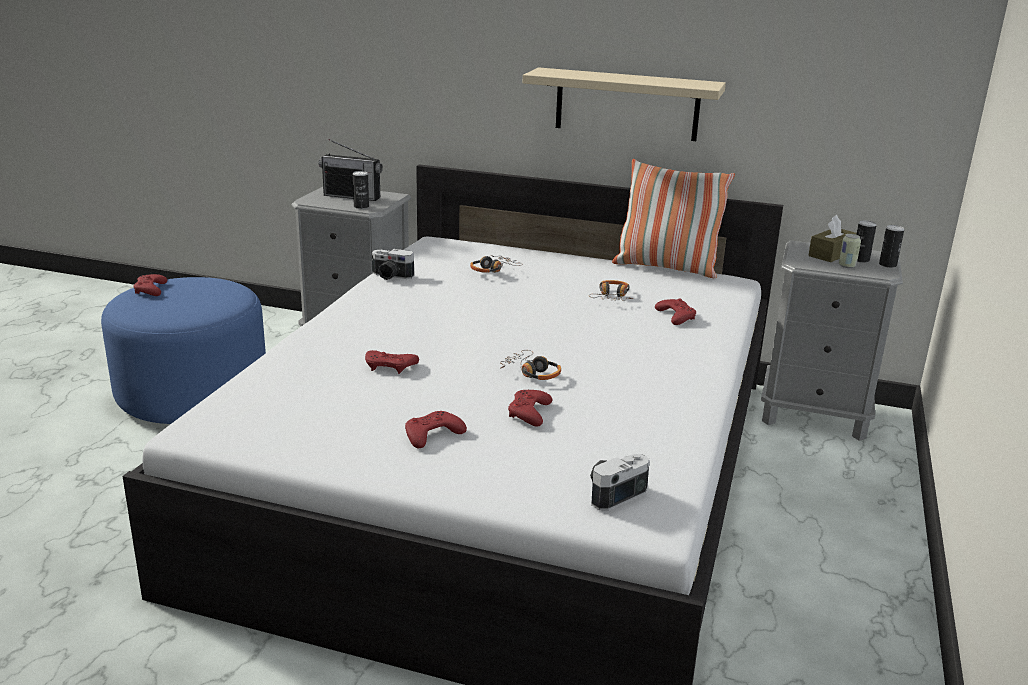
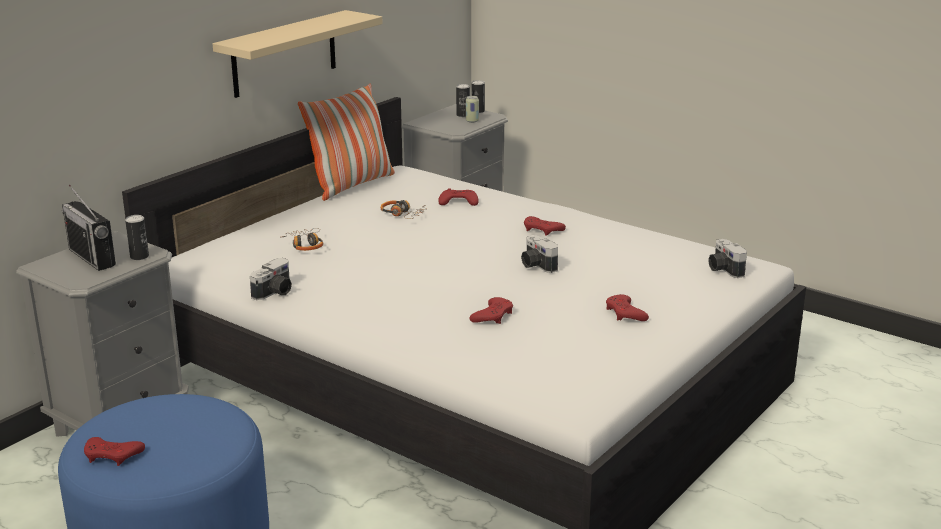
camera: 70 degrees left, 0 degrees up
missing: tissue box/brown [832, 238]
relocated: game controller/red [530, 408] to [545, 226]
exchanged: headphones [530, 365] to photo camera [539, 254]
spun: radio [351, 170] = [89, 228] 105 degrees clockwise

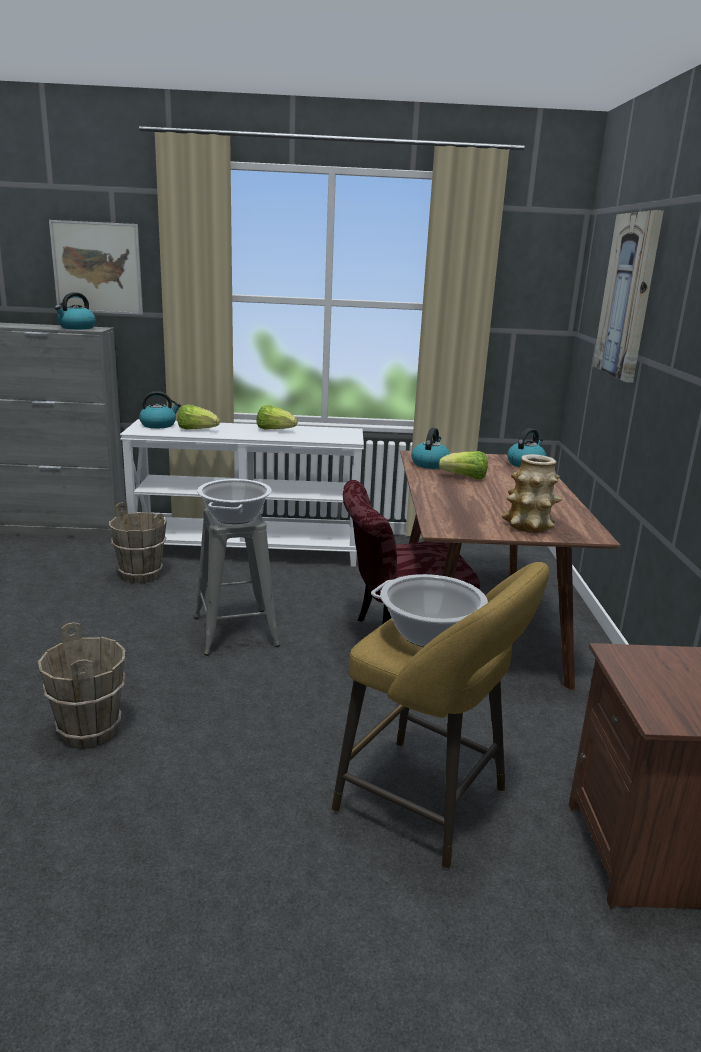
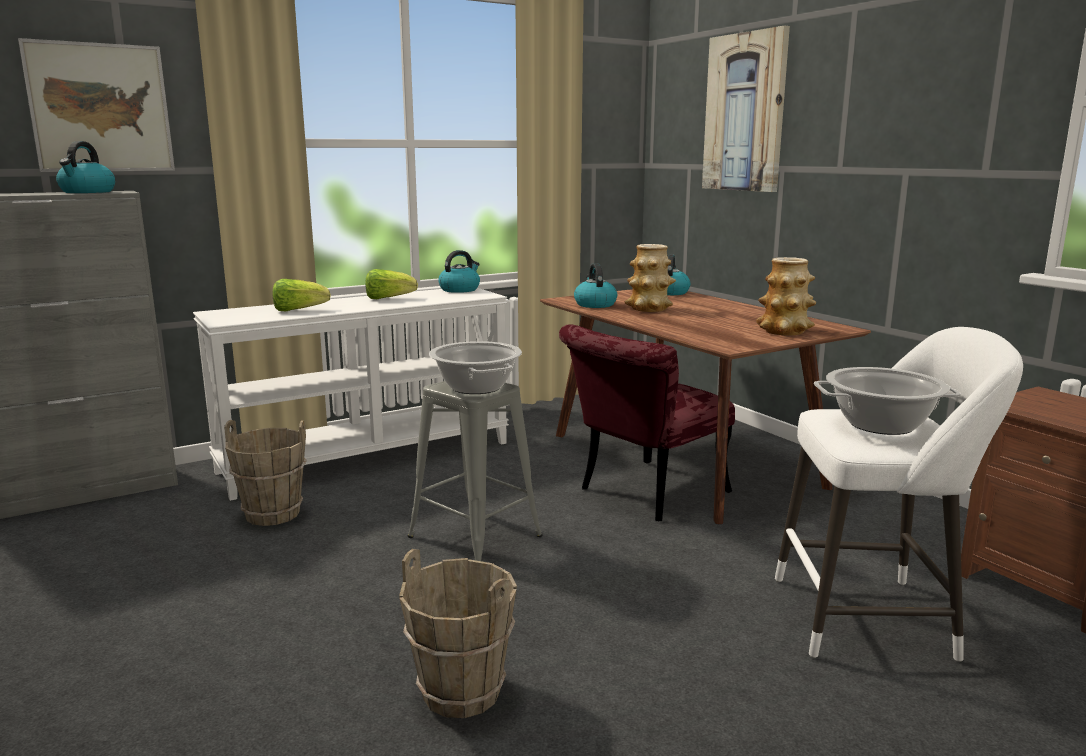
camera: 30 degrees left, 5 degrees down
relocated: kettle [160, 409] to [459, 271]
exchanged: lettuce [463, 465] to vase [650, 278]
colour: stool/yellow [440, 715] to stool/white [899, 494]

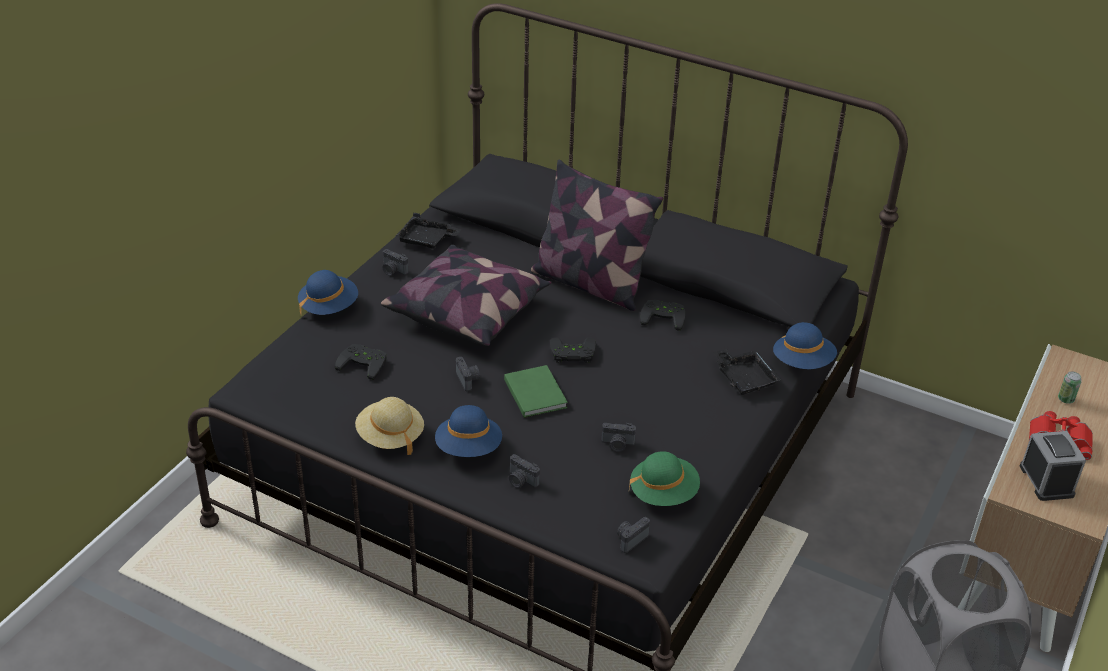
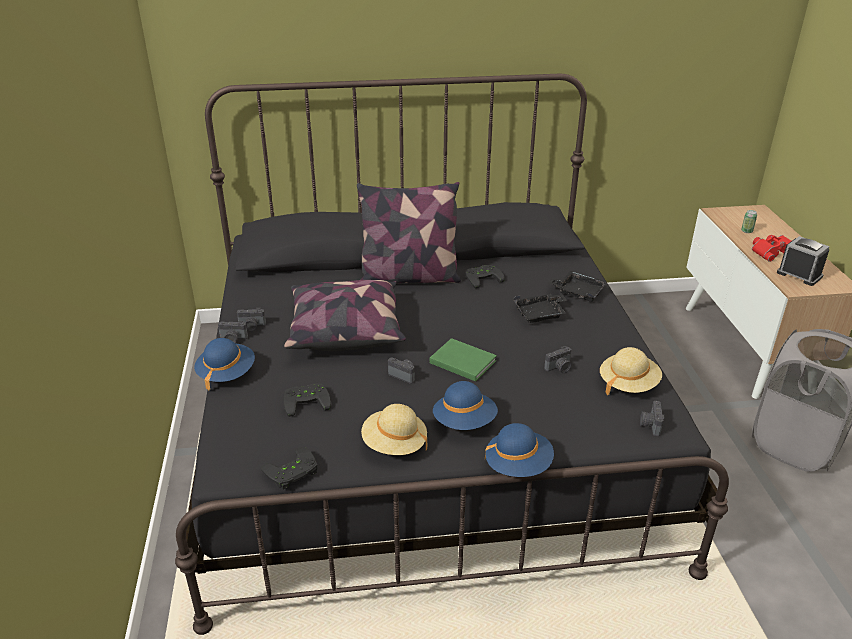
camera: 35 degrees left, 5 degrees down
relocated: tray/black [428, 231] to [540, 308]; photo camera [524, 471] to [233, 331]; game controller/black [573, 350] to [288, 468]; hat/blue [805, 345] to [519, 450]
colour: hat/green [664, 478] to hat/beige [631, 371]

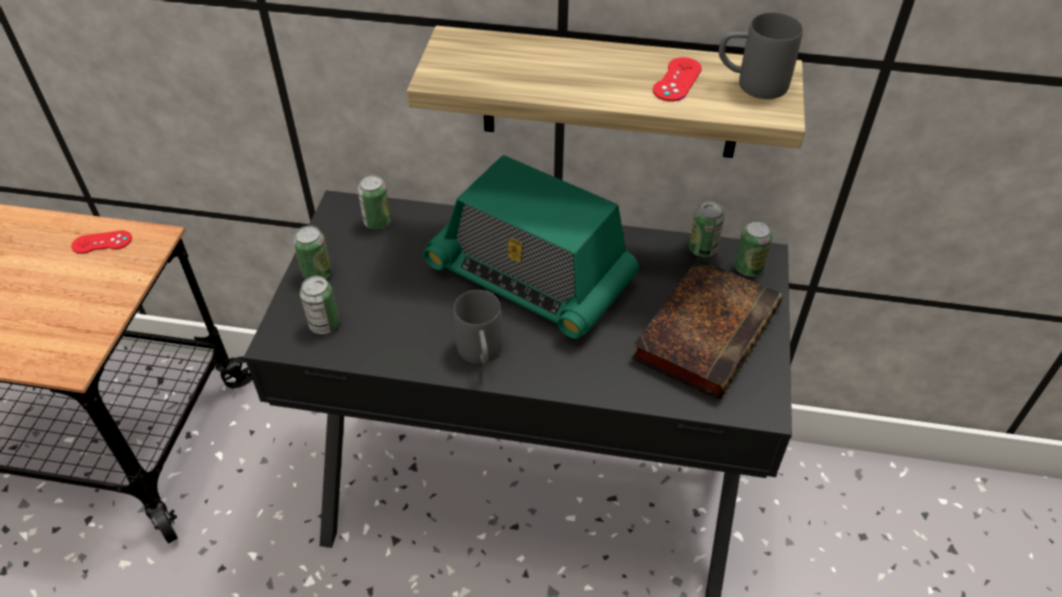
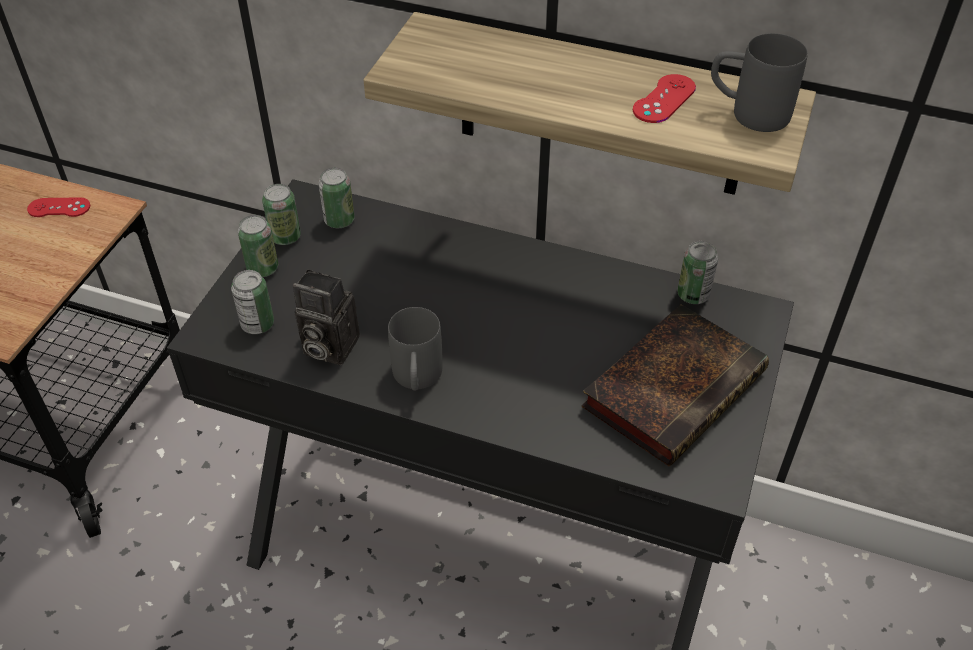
camera: 10 degrees right, 0 degrees up
missing: radio [531, 247]
appeared: photo camera [326, 317]
relocated: can [753, 248] to [281, 214]

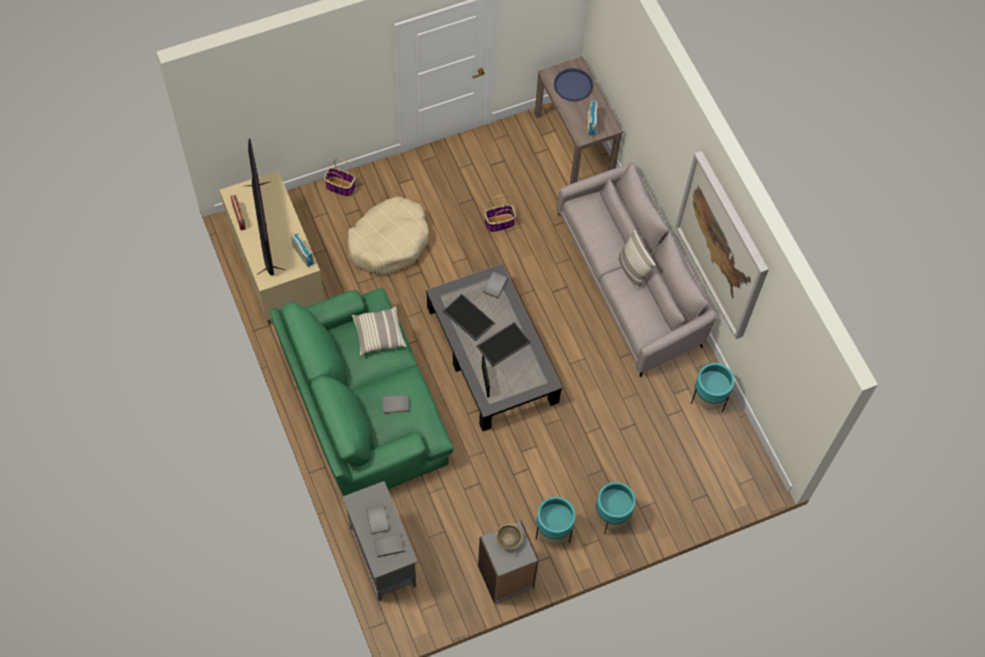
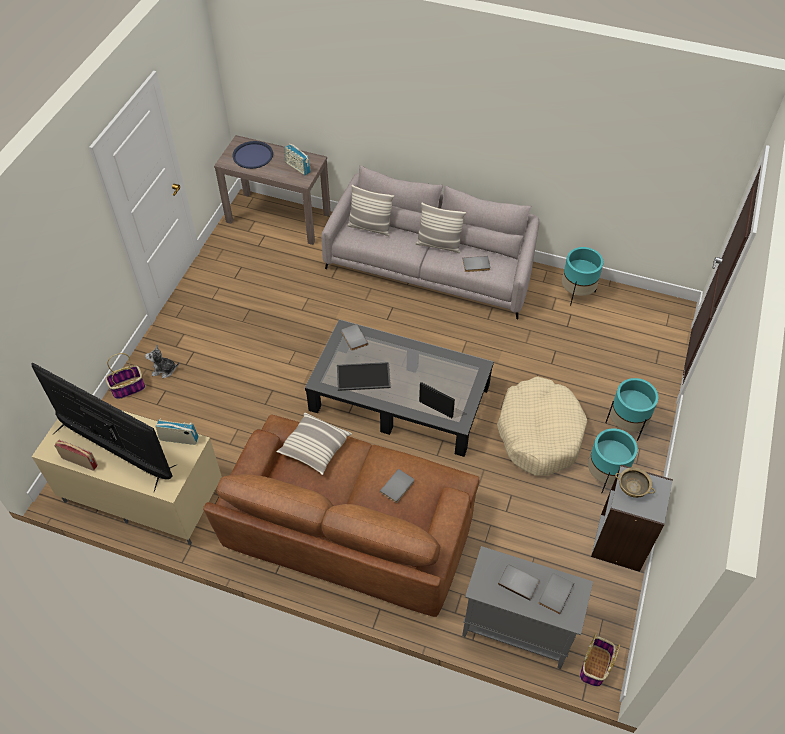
camera: 45 degrees left, 10 degrees down
missing: tray [503, 344]; picture [722, 245]
appeared: plush toy [162, 361]; pillow [370, 210]; book/grey [476, 264]
relocated: dog bed/beige [388, 235] to [542, 426]; basket [500, 213] to [600, 660]
colour: sofa/green [361, 392] to sofa/brown [341, 515]

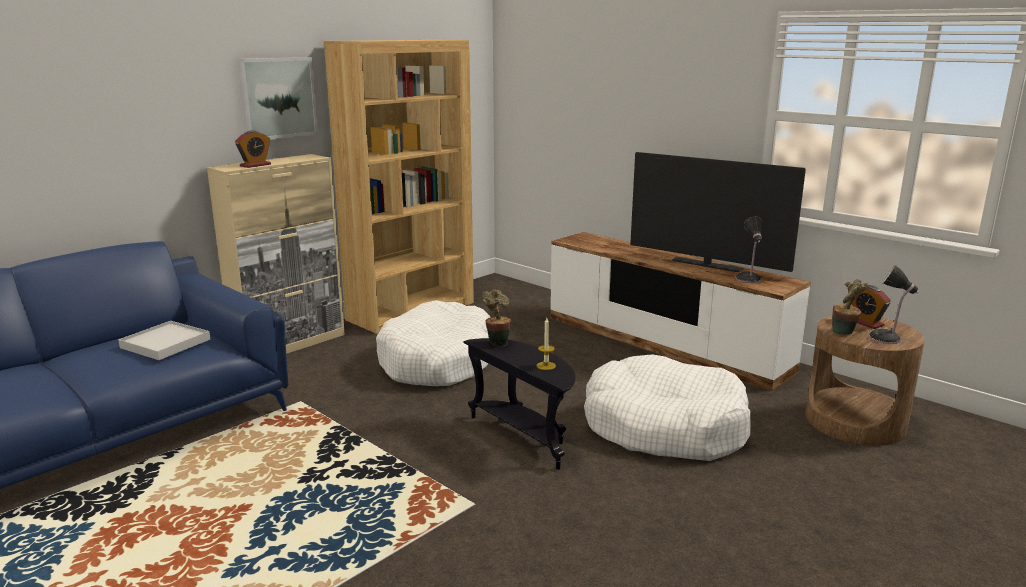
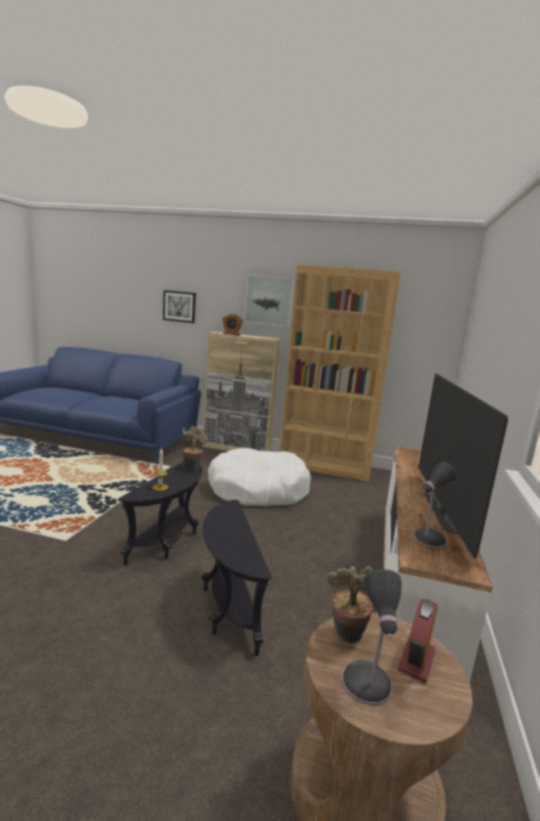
camera: 60 degrees right, 5 degrees down
missing: tray/white [164, 340]
appeared: picture [179, 306]
exchanged: dog bed/white [667, 407] to side table/black [236, 578]

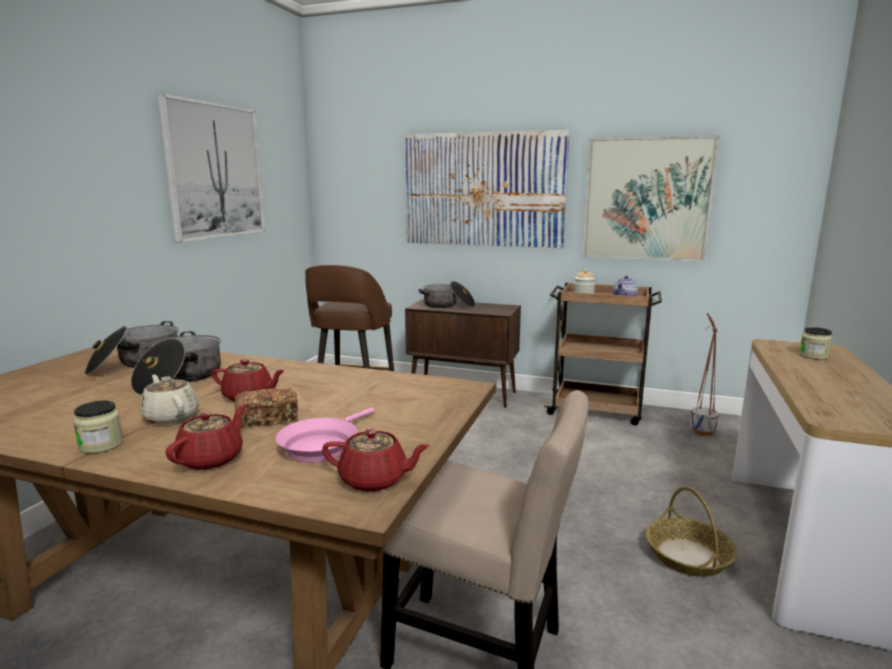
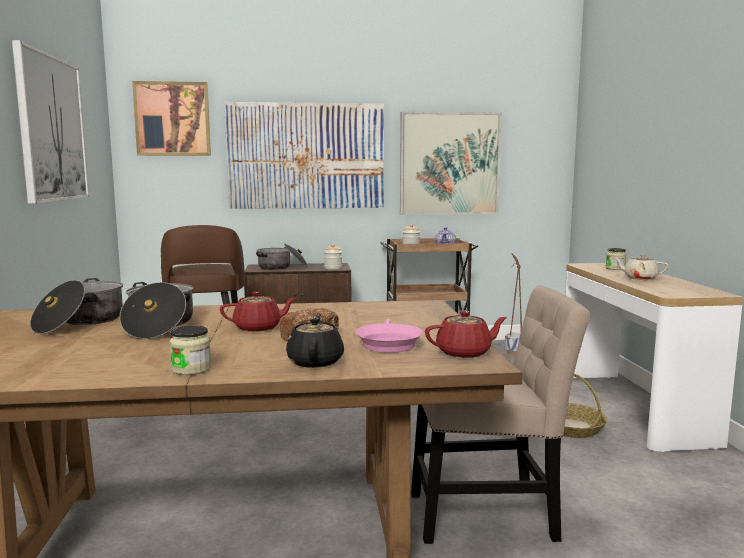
camera: 25 degrees left, 5 degrees down
appeared: picture [171, 118]; jar [333, 256]
relocated: teapot/beige [169, 400] to [641, 267]
colour: teapot/red [206, 437] to teapot/black [315, 342]

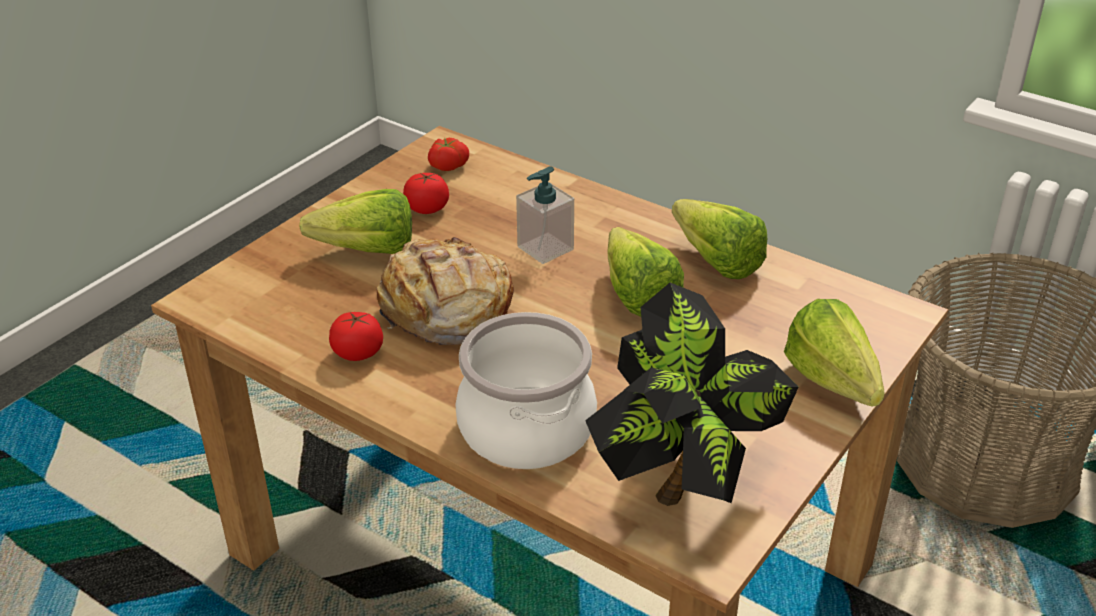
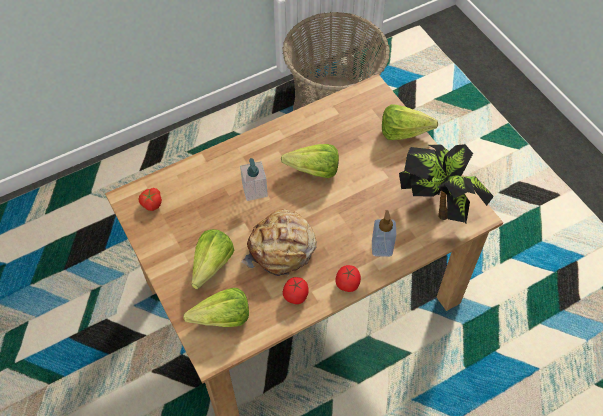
camera: 65 degrees left, 20 degrees up
relocated: tomato [426, 193] to [348, 278]; lettuce [719, 239] to [216, 307]
exchanged: cooking pot [526, 390] to soap dispenser [384, 233]

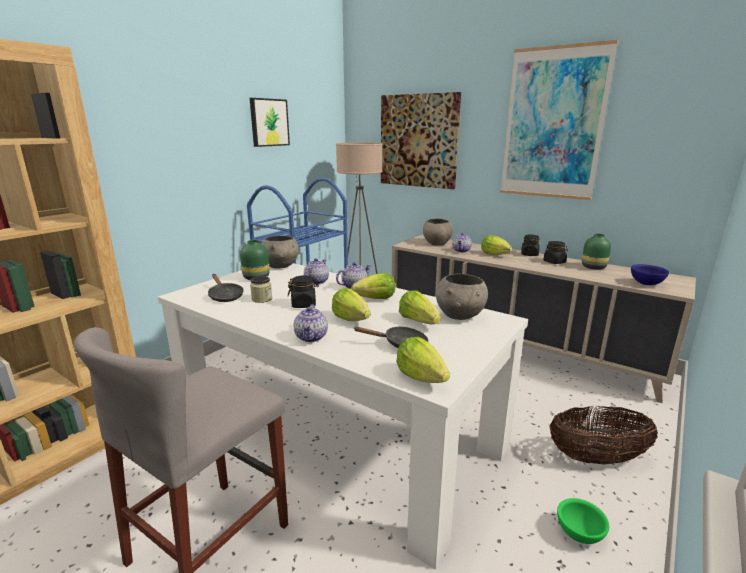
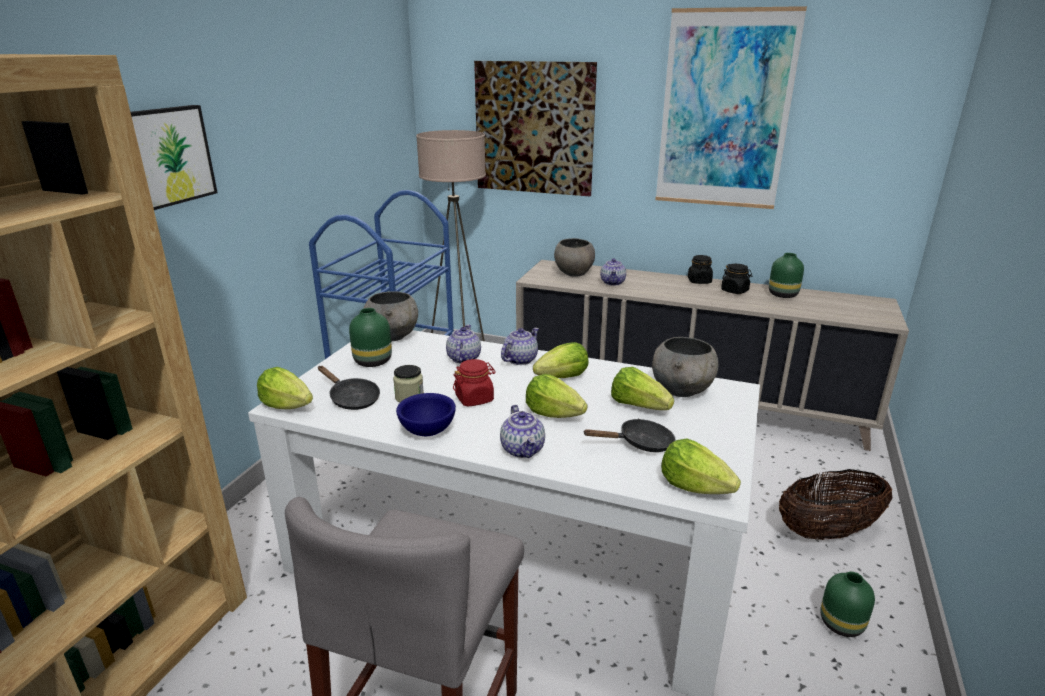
camera: 15 degrees left, 5 degrees up
relocated: picture [270, 122] to [174, 157]; lettuce [496, 245] to [285, 388]; bowl/blue [650, 274] to [426, 414]
exchanged: bowl/green [583, 521] to vase/green [847, 604]
colour: jar/black [303, 291] to jar/red [474, 383]

